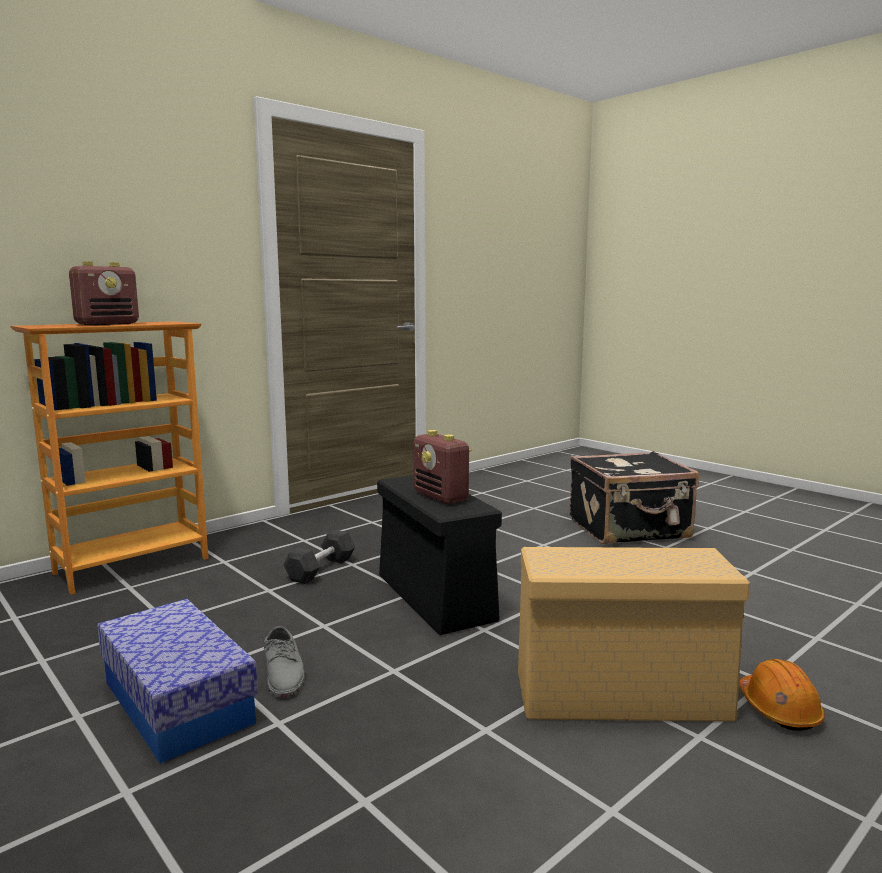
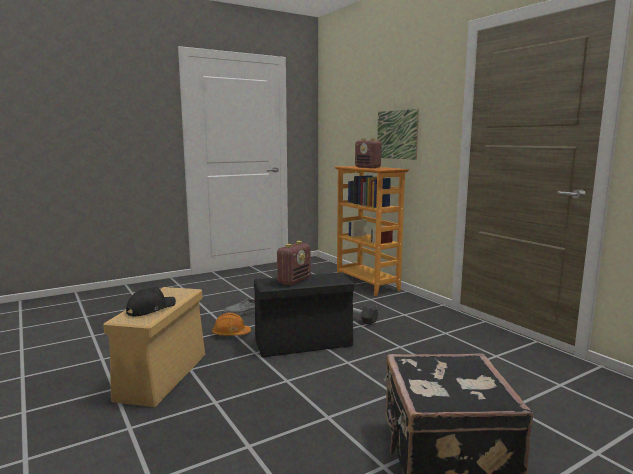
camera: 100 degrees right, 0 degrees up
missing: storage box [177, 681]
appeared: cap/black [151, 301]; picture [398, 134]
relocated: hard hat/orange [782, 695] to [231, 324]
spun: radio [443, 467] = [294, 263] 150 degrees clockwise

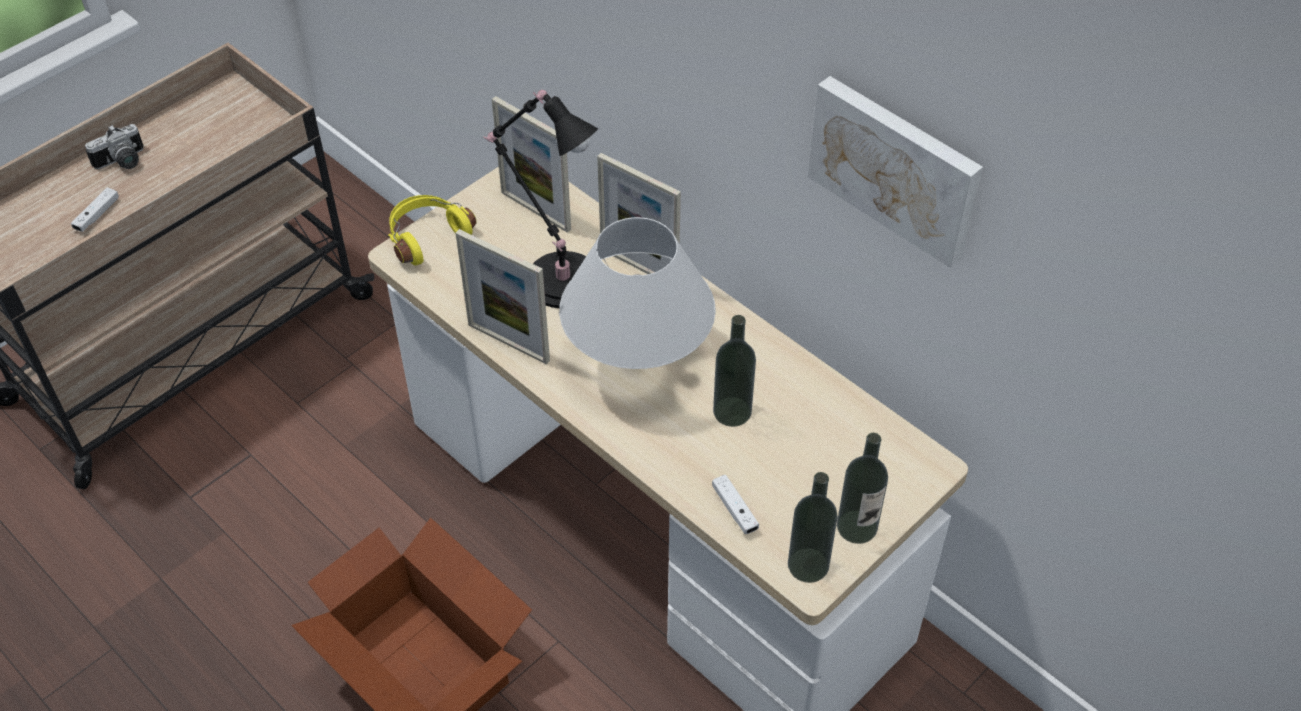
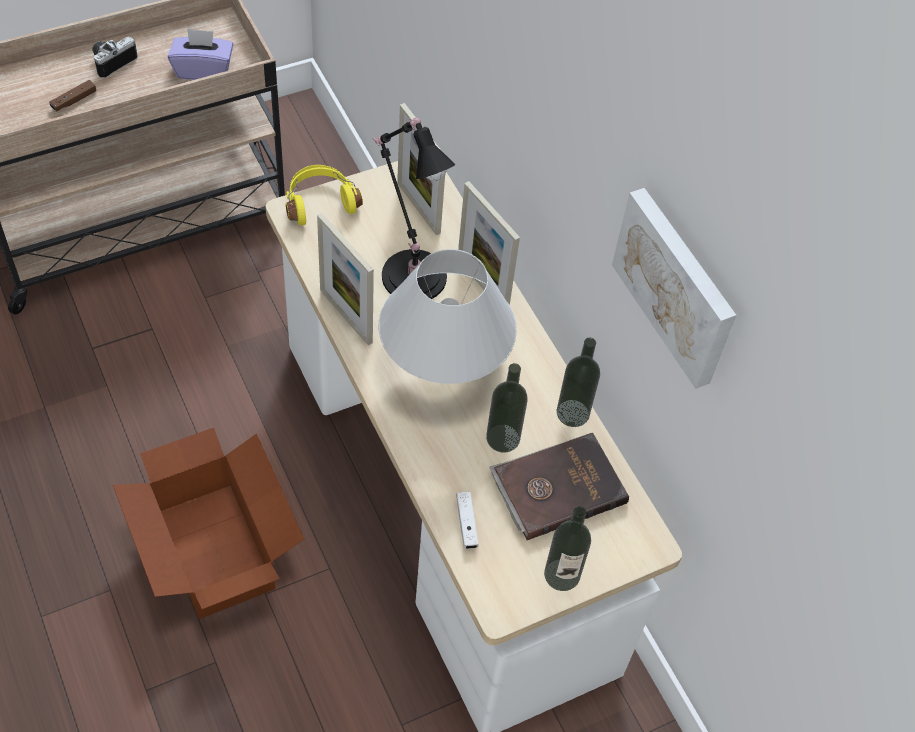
camera: 15 degrees right, 5 degrees up
appeared: tissue box/purple [200, 54]; book/brown [559, 486]
relocated: bottle [813, 527] to [578, 382]
colour: game controller/white [95, 210] to game controller/brown [72, 95]
spun: photo camera [114, 147] = [115, 57] 150 degrees clockwise

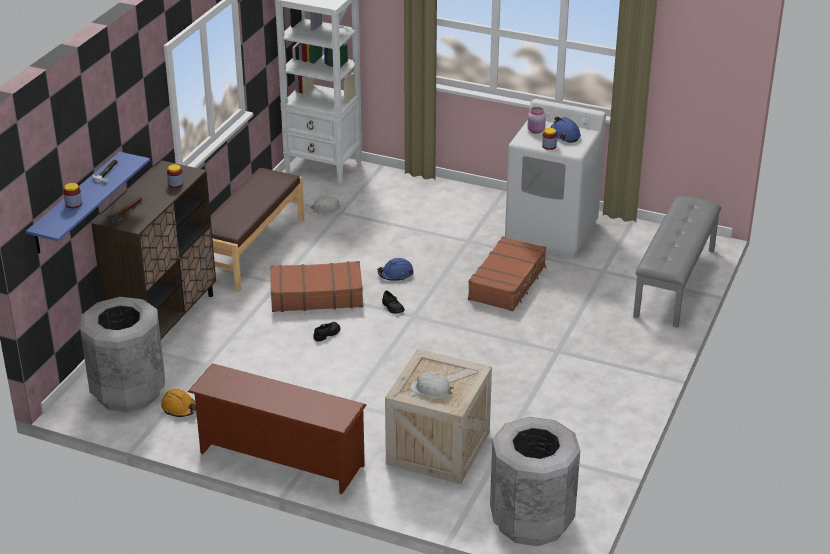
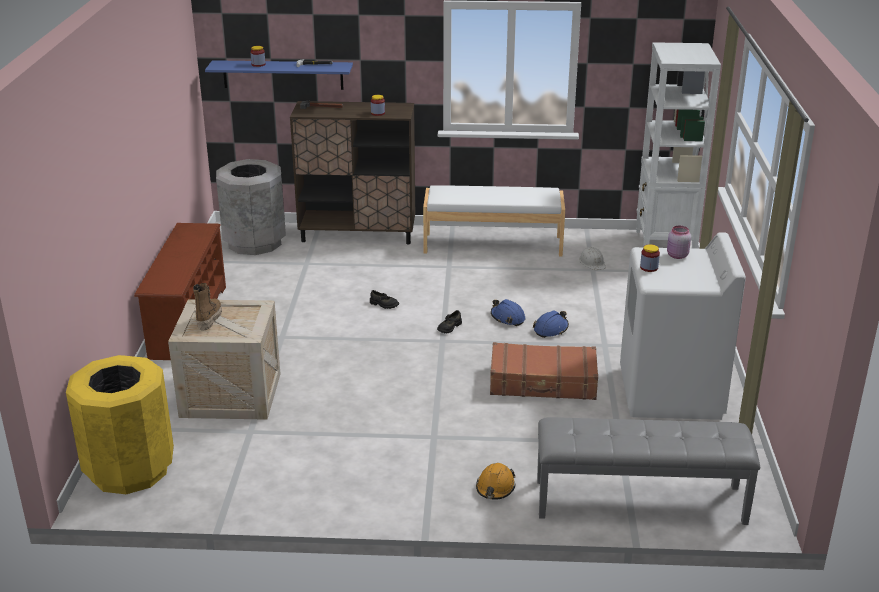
camera: 70 degrees right, 5 degrees down
missing: suitcase/brown [316, 286]
relocated: hard hat/orange [178, 403] to [495, 481]; hard hat/blue [566, 130] to [551, 324]
exchanged: hard hat/white [432, 385] to boot [207, 306]
colour: bench/brown [257, 229] to bench/white [494, 221]; trash can/grey [535, 481] to trash can/yellow [120, 424]

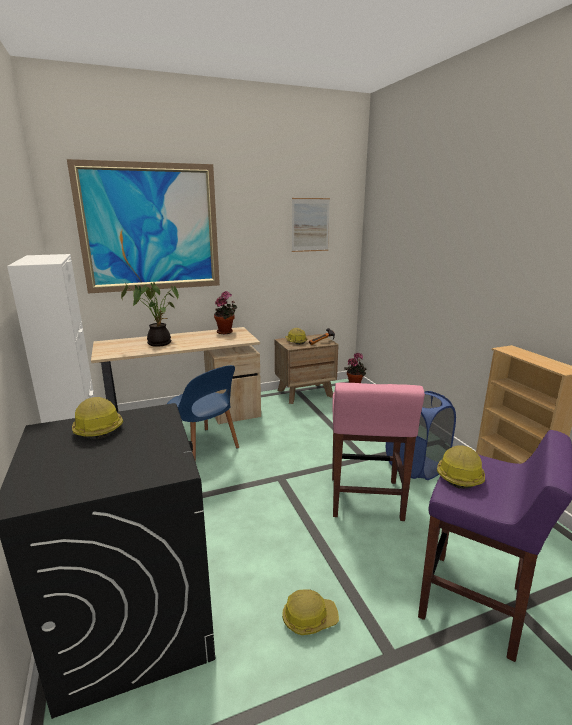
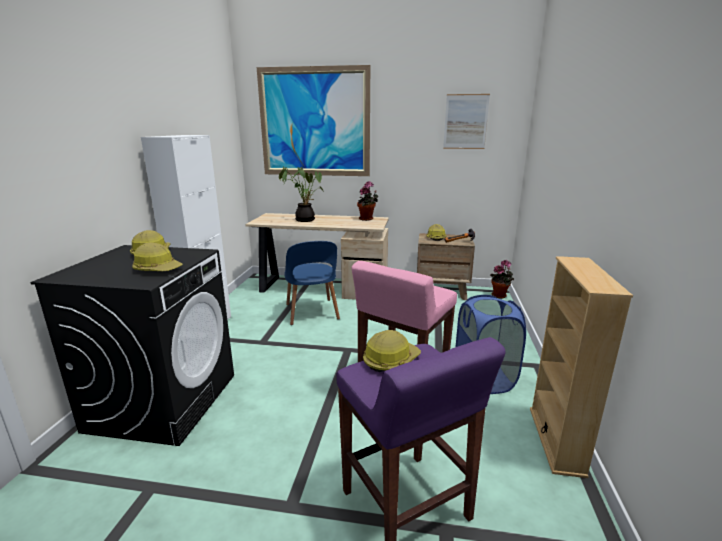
camera: 30 degrees right, 0 degrees up
relocated: hard hat [310, 612] to [157, 256]

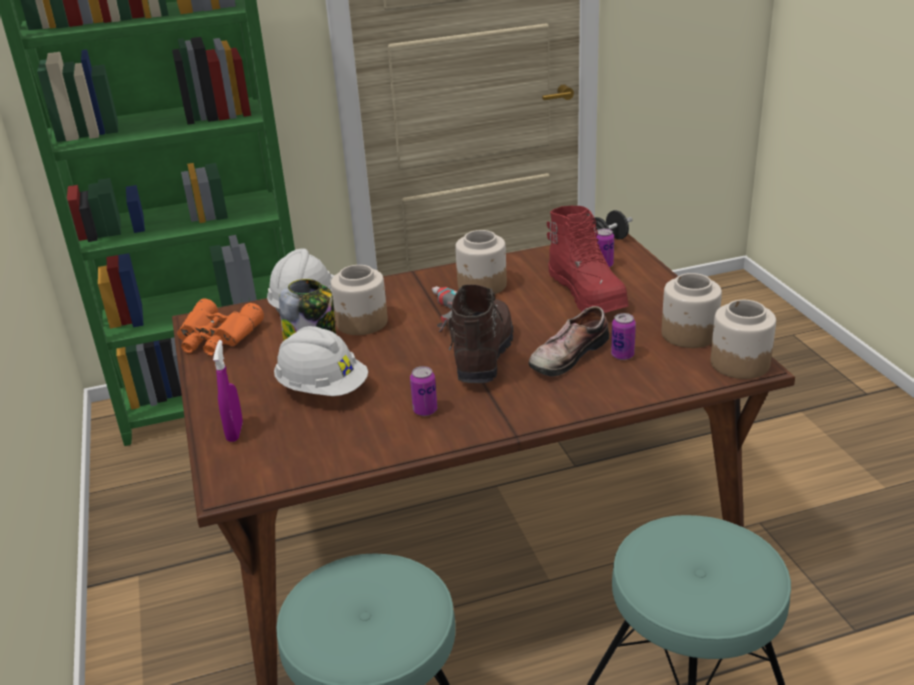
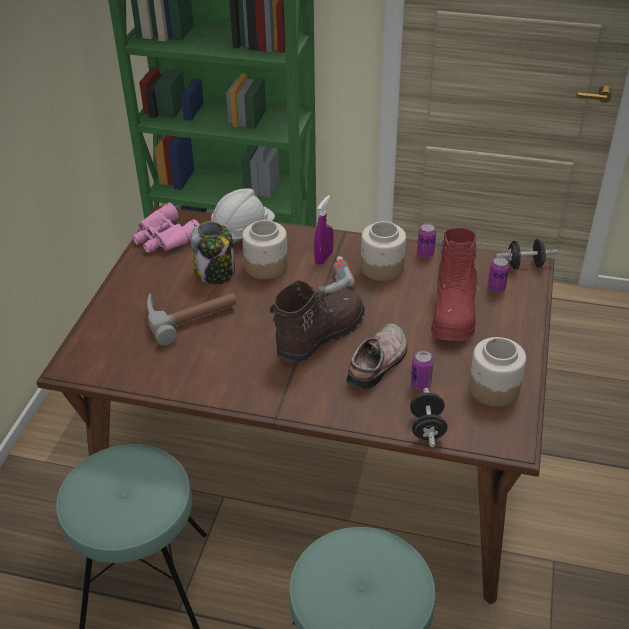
camera: 30 degrees right, 10 degrees up
missing: jar [743, 339]
appeared: dumbbell/black [428, 417]
relocated: spray bottle/purple [228, 391] to [324, 230]; can [423, 391] to [426, 240]
exchanged: hard hat/white [321, 361] to hammer [191, 319]
colour: binoculars/orange [220, 327] to binoculars/pink [166, 228]
spun: shoe [569, 341] = [377, 356] 135 degrees clockwise

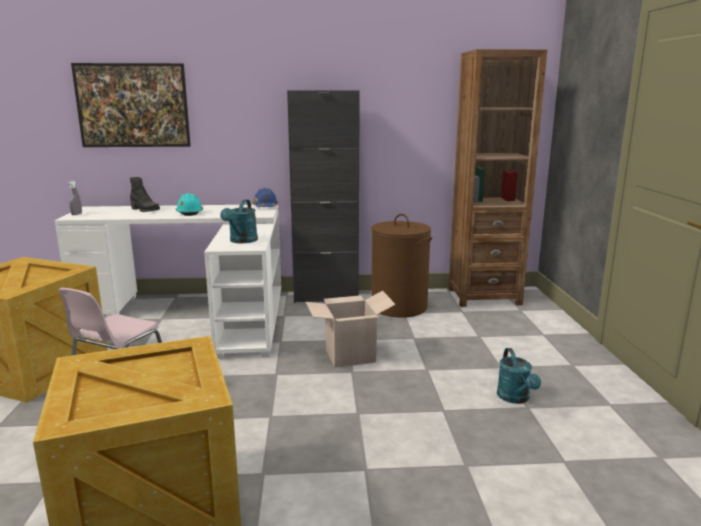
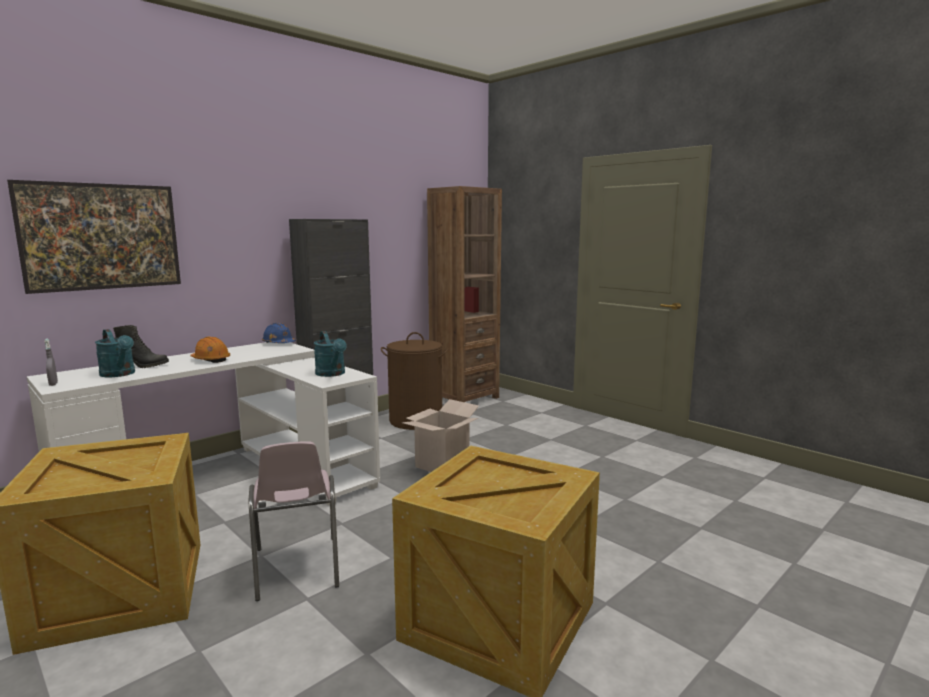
camera: 40 degrees left, 5 degrees down
relocated: watering can/turquoise [519, 376] to [115, 353]
colour: hard hat/turquoise [189, 204] to hard hat/orange [210, 349]

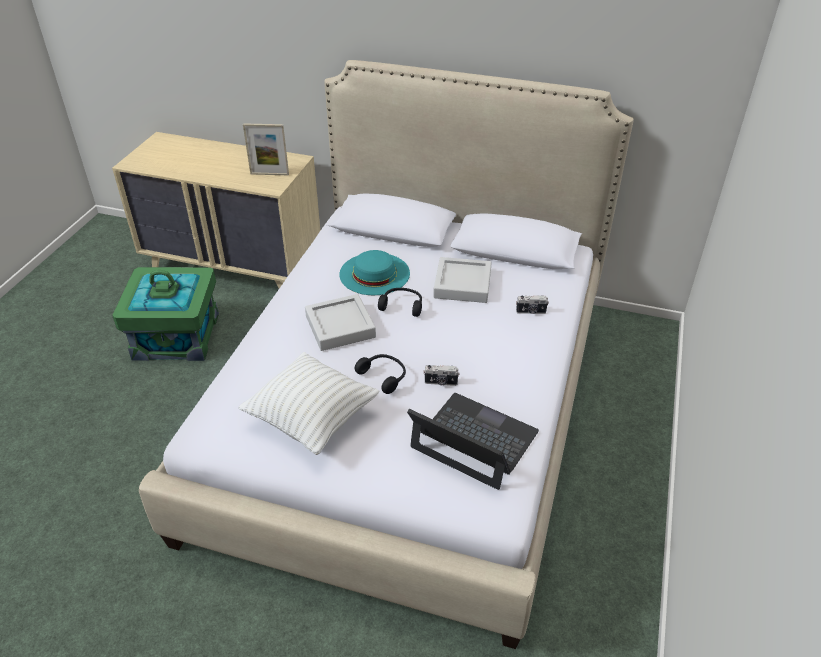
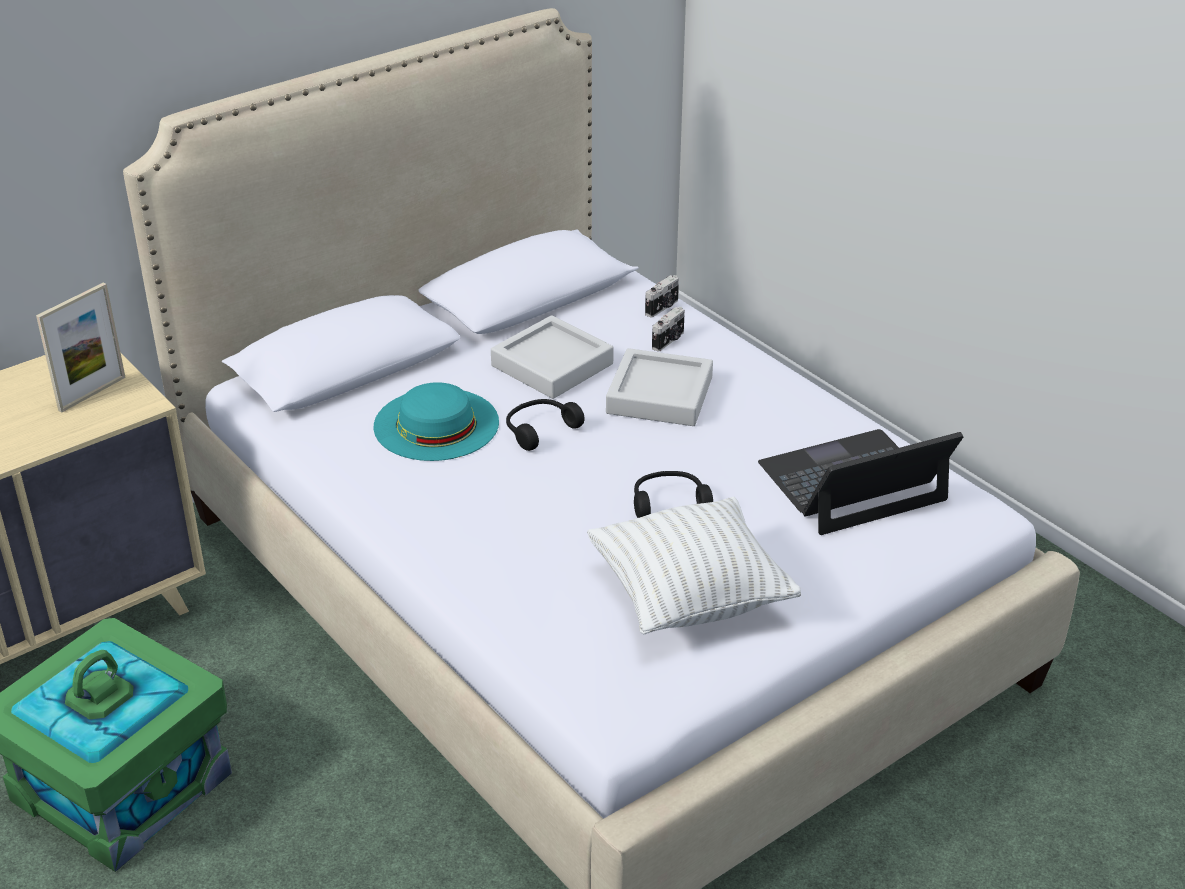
camera: 55 degrees left, 5 degrees down
relocated: tray/grey [340, 322] to [659, 387]; photo camera [441, 375] to [662, 296]

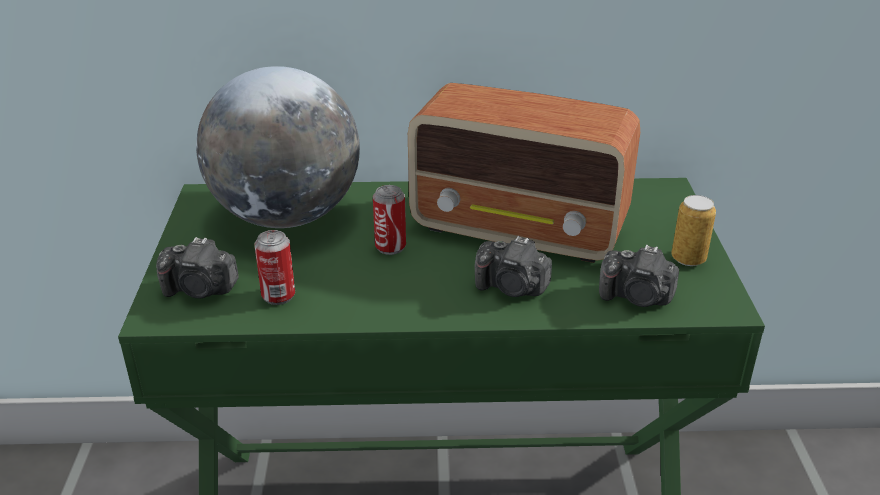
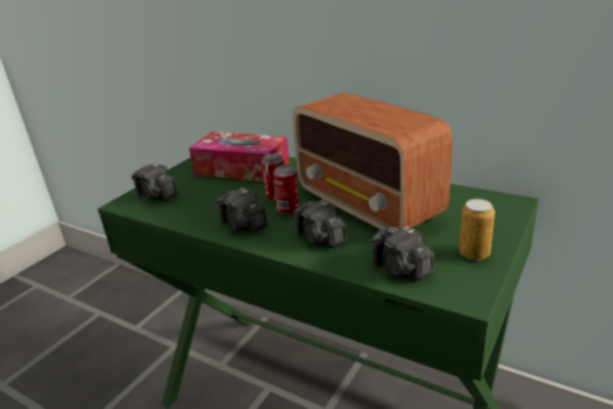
camera: 35 degrees right, 5 degrees down
appeared: photo camera [242, 209]
relocated: can [274, 267] to [286, 189]
exchanged: globe [278, 147] to tissue box [239, 157]

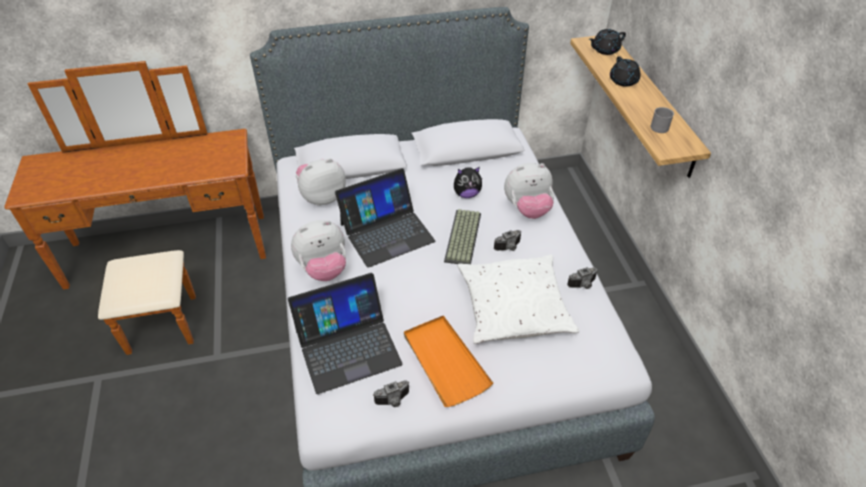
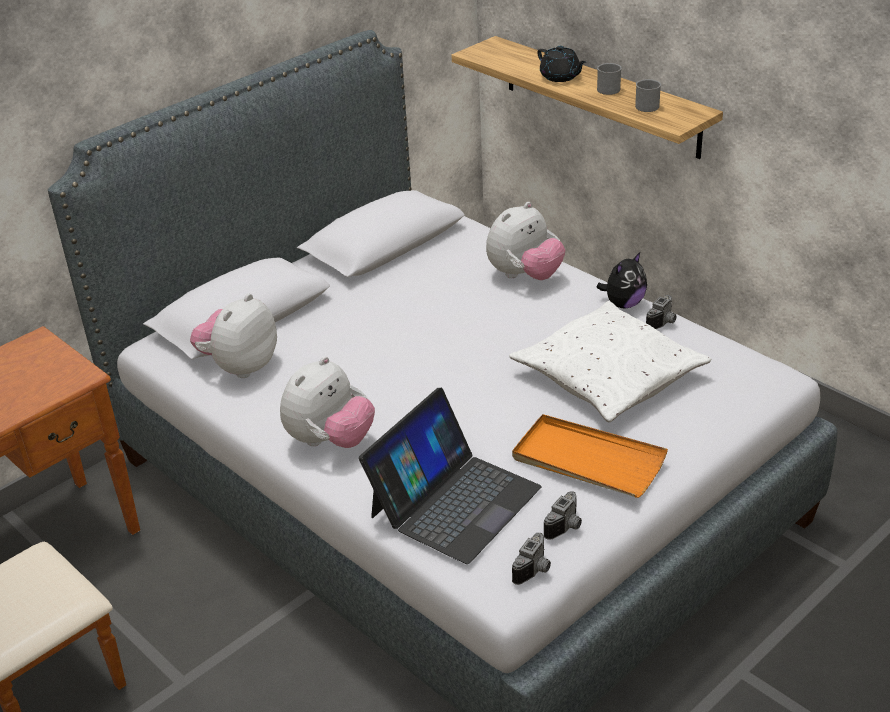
camera: 30 degrees left, 10 degrees down
missing: laptop [385, 218]; keyboard [462, 236]; teapot/black [607, 42]
appeared: mug/grey [609, 79]
relocated: plush toy [468, 182] to [622, 280]; photo camera [507, 240] to [531, 559]

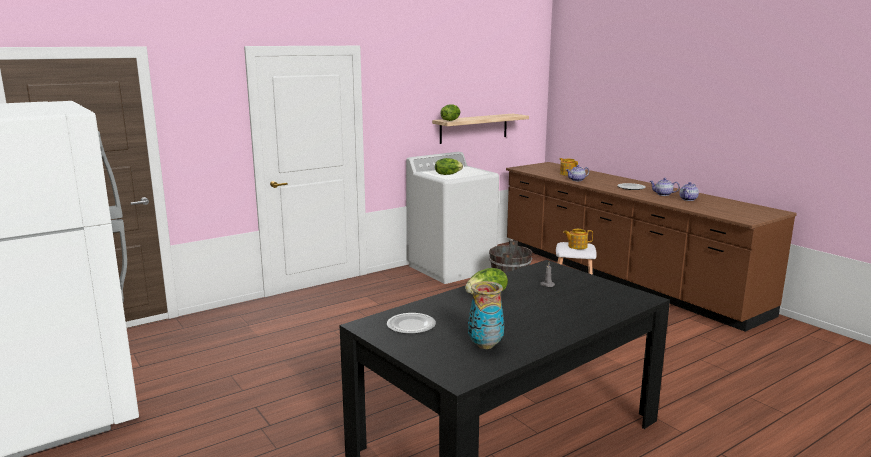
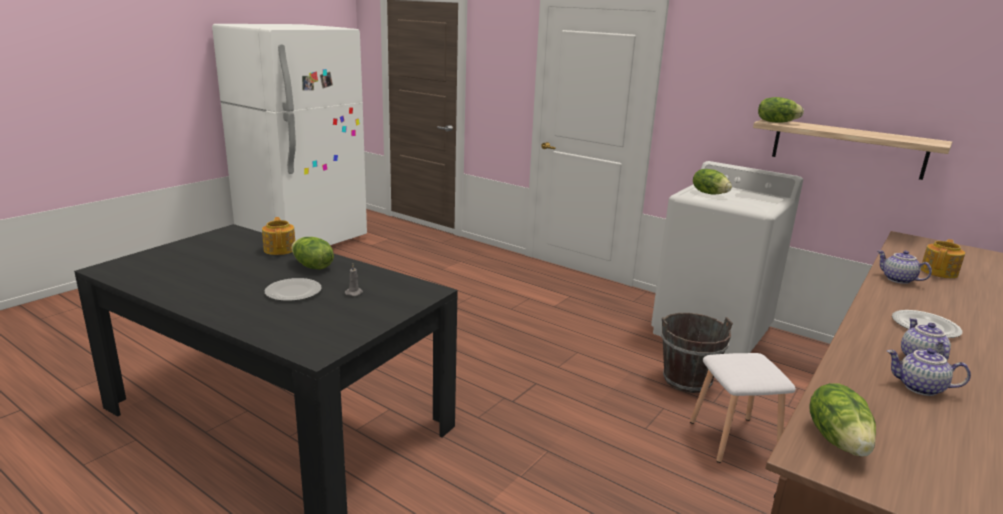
camera: 70 degrees right, 5 degrees up
missing: vase [486, 315]
appeared: lettuce [843, 420]
relocated: plate [411, 323] to [293, 289]; teapot [578, 239] to [278, 236]

